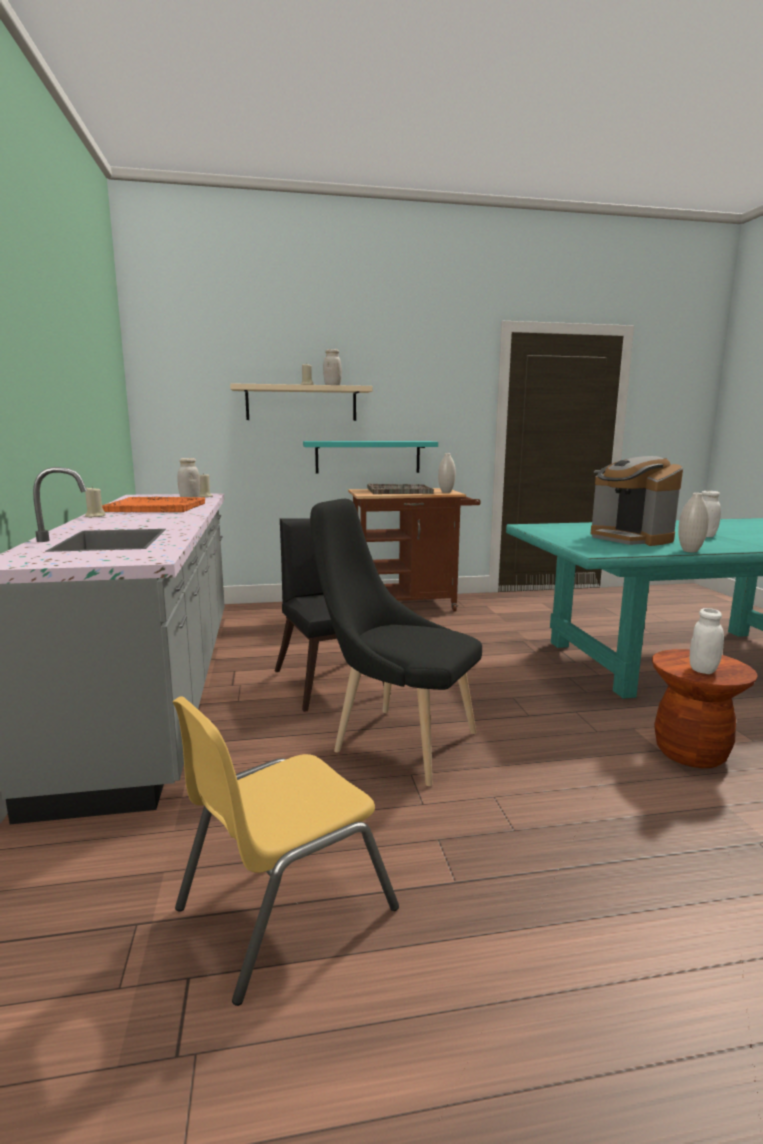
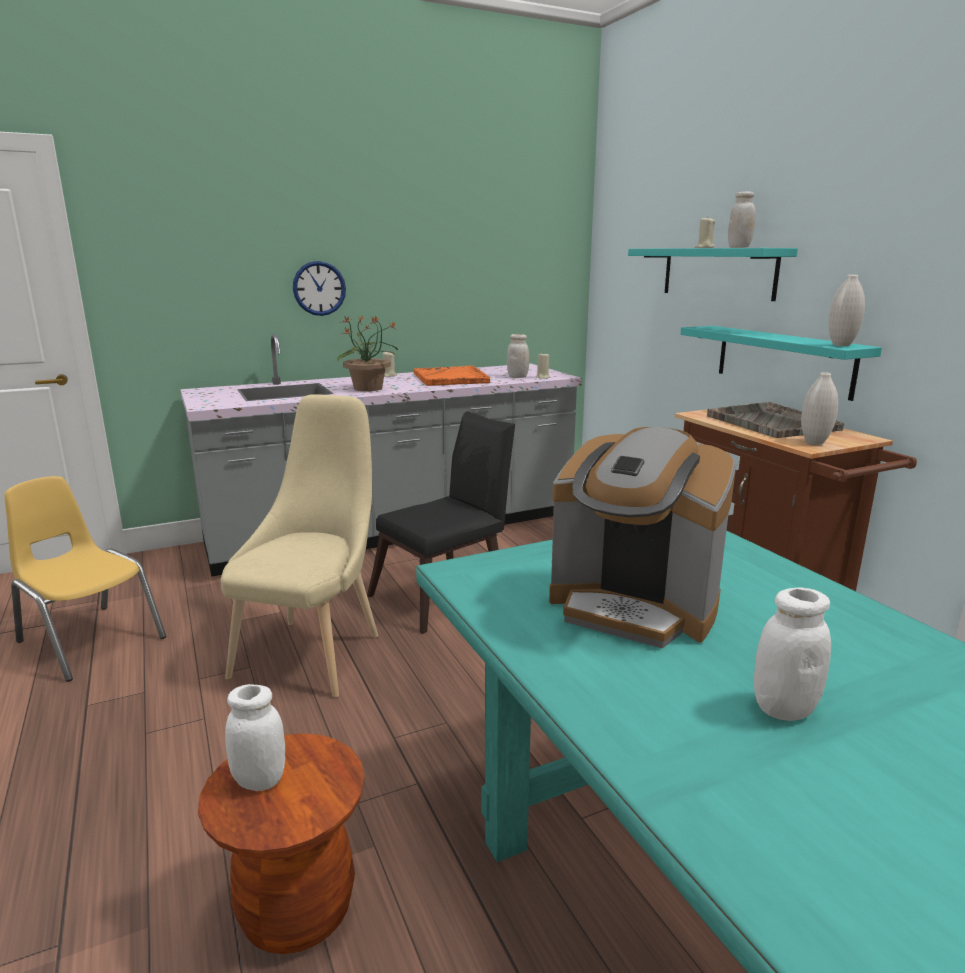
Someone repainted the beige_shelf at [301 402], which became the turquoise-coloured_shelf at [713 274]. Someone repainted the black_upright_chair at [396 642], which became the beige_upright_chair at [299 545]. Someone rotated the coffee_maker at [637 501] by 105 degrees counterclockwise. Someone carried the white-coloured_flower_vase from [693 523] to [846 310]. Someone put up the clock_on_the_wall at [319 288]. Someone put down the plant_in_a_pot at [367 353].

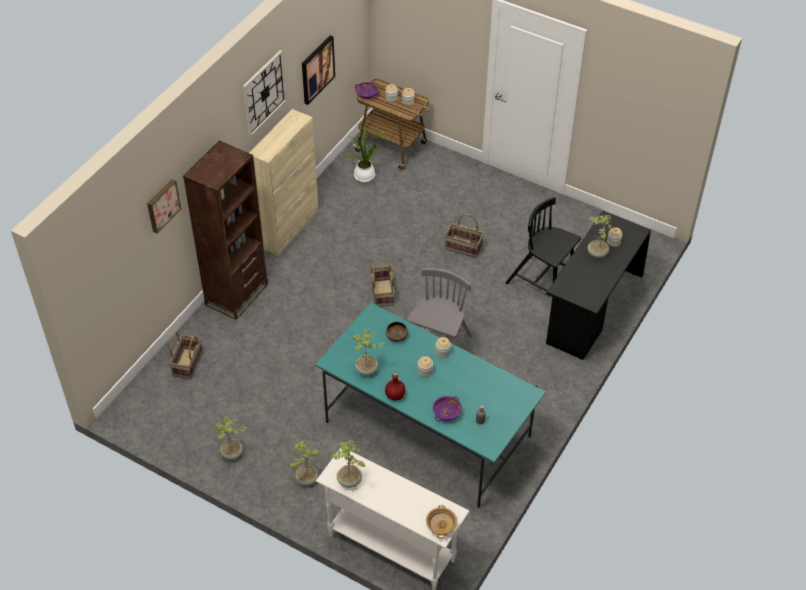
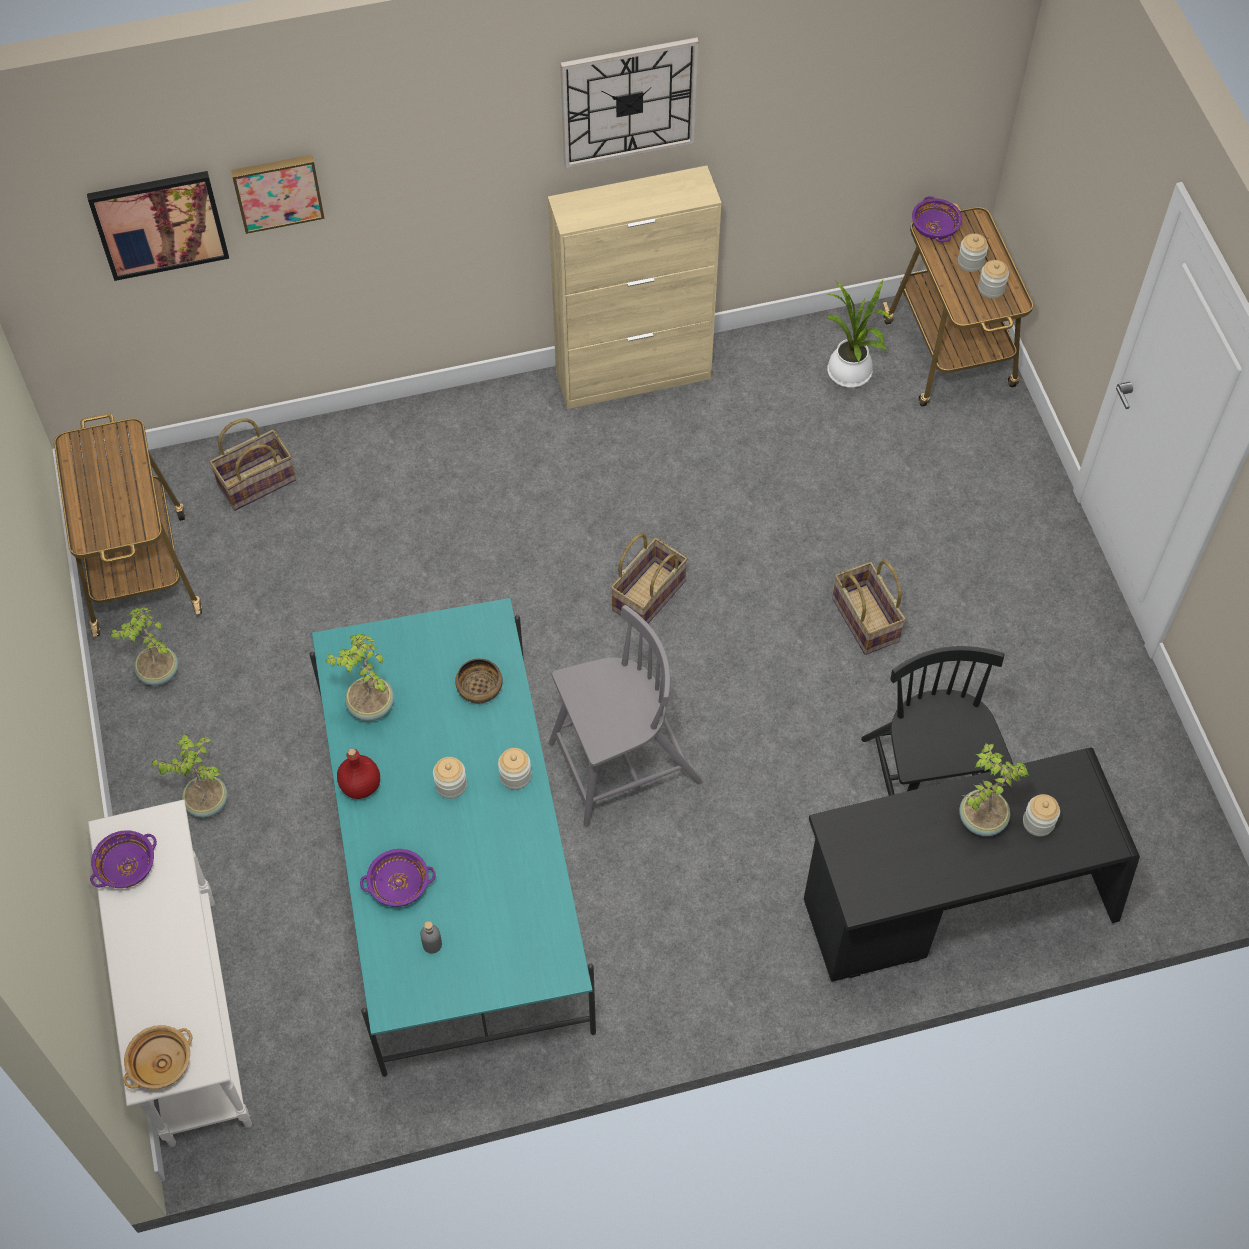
Someone took away the brown_bookshelf at [225 230]. Someone carried the wall_art from [318 70] to [158 226]. Someone swapped the plant_in_a_pot at [348 464] for the purple_deep_dish at [123 859]. Someone put down the wheeled_cart at [128 525].

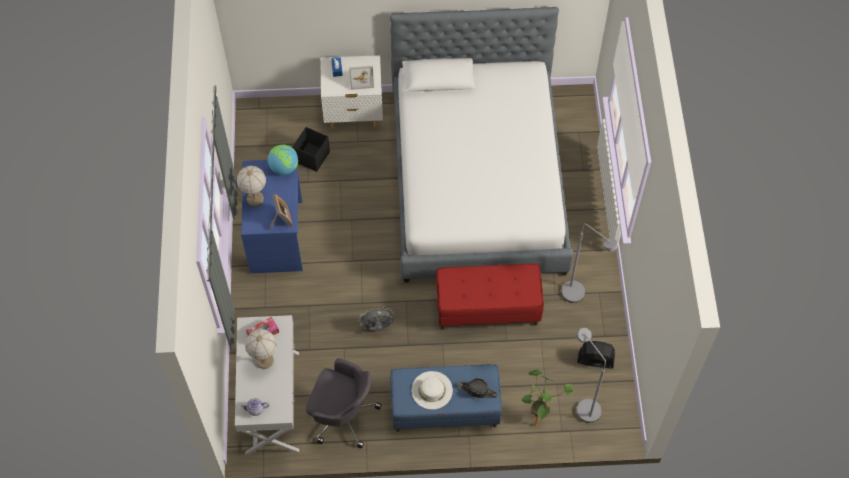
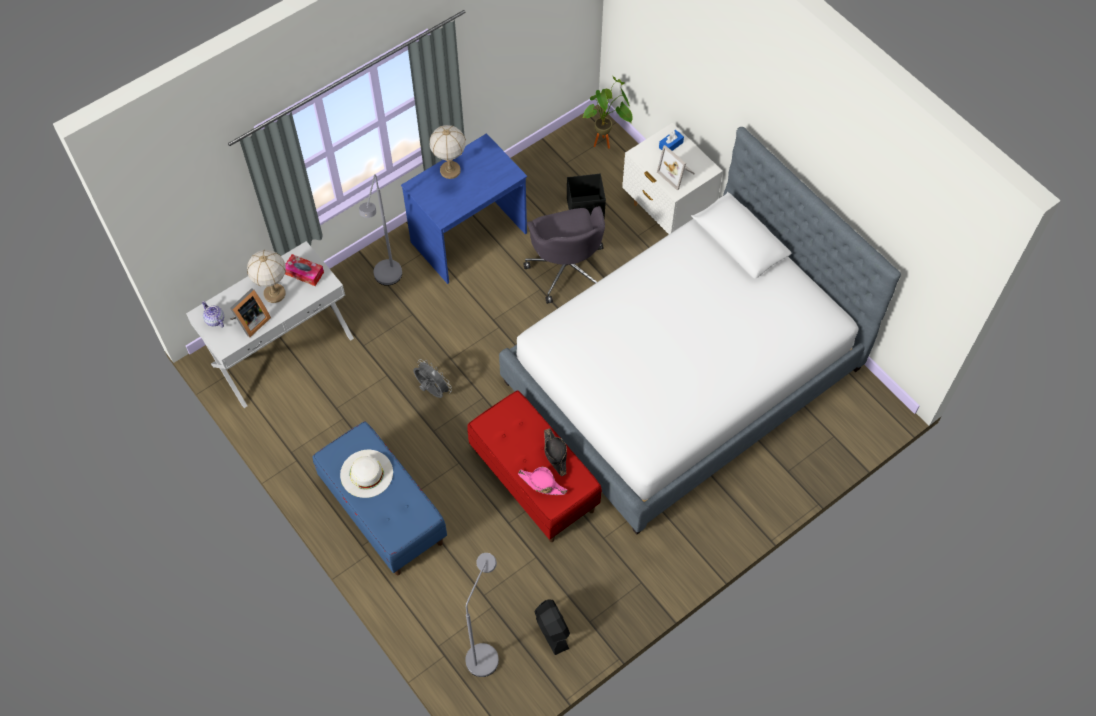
Someone took away the world_globe at [283 160]. Someone carried the photo_frame from [281 211] to [250 312]. Someone carried the gray_computer_chair from [344 403] to [564 255]. Someone carried the black_hat from [478 388] to [555 452]. Someone carried the plant_in_a_pot from [547 398] to [607 112]. Someone carried the gray_standing_lamp from [589 263] to [380 230]. Someone put down the pink_hat at [542 481].

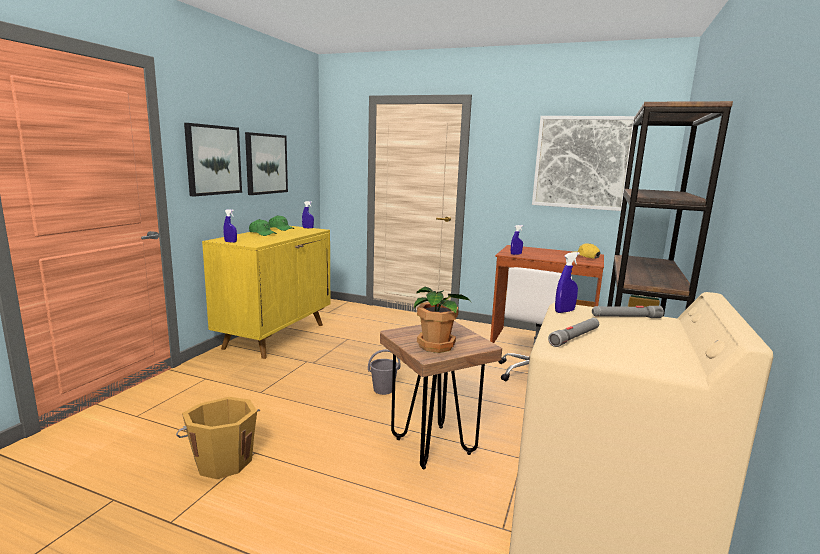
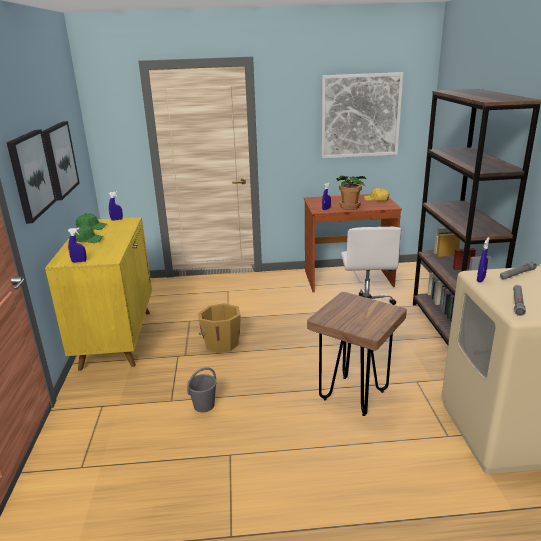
Someone carried the orange-coloured_pail from [218 438] to [219 328]. Someone carried the gray_pail from [384 372] to [202 389]. Someone carried the plant_in_a_pot from [442 320] to [352 193].

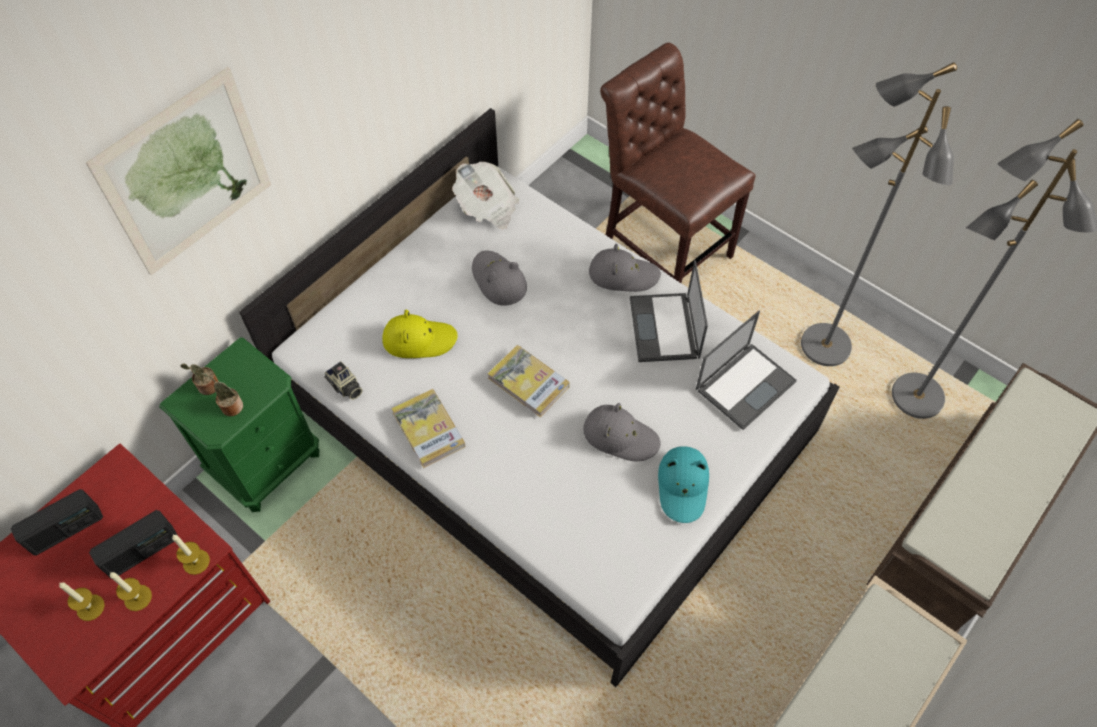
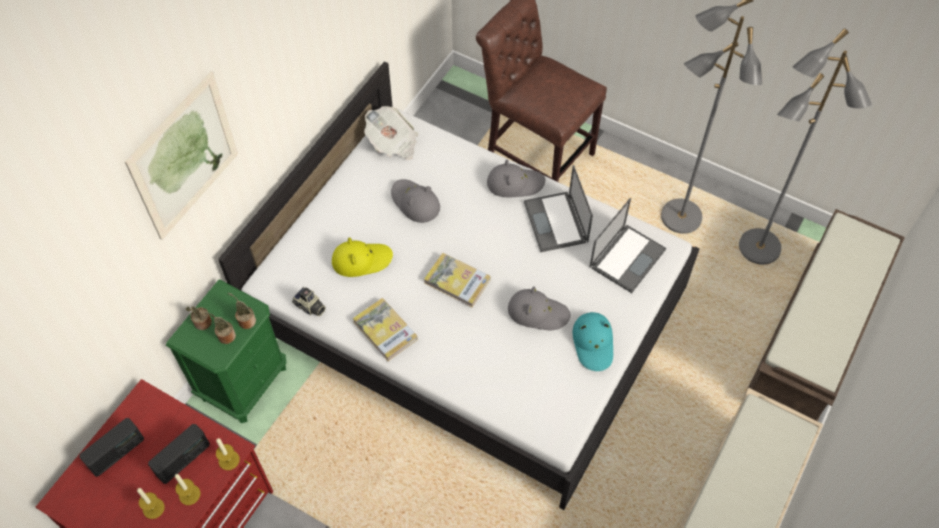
Someone put down the plant_in_a_pot at [242 311].

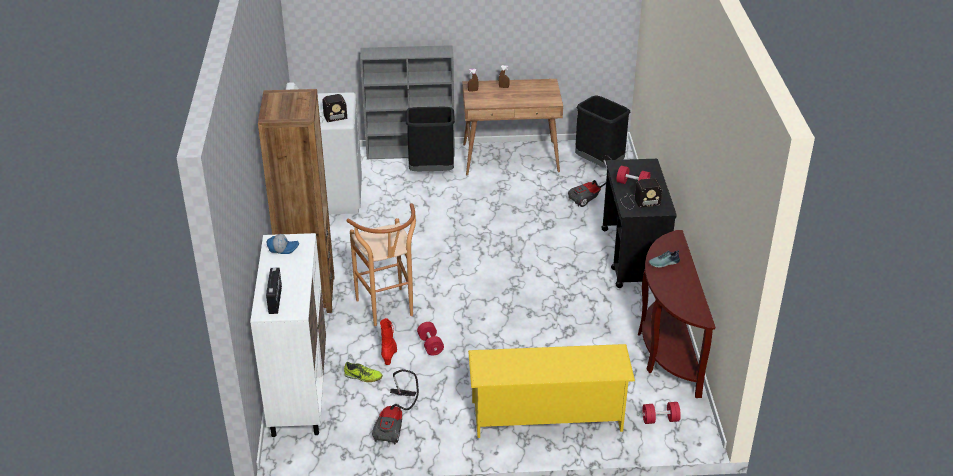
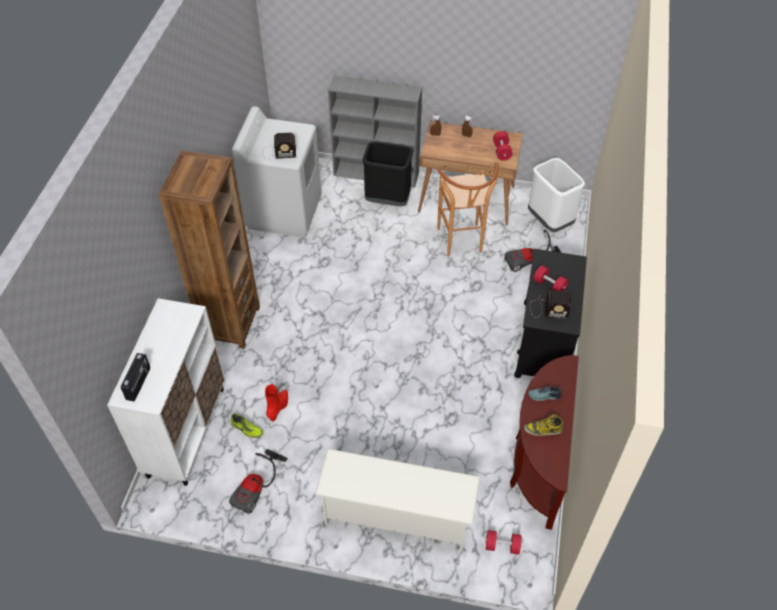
Someone took away the baseball_cap at [282 244]. Someone carried the brown_sitting_stool from [381 264] to [467 209]. Someone carried the red_free_weight from [430 339] to [502 146]. Someone repainted the yellow-coloured_shoe_shelf at [551 391], which became the white-coloured_shoe_shelf at [397 500]. Someone repainted the black_rubbish_bin at [602 131], which became the white-coloured_rubbish_bin at [556 195]. Someone put down the boot at [543 425].

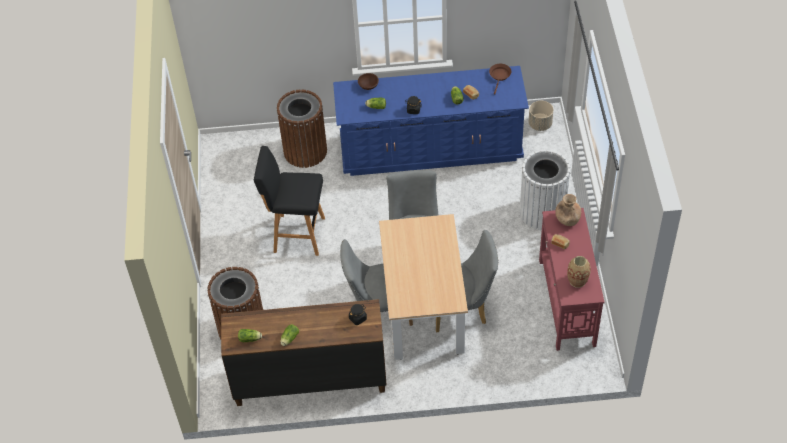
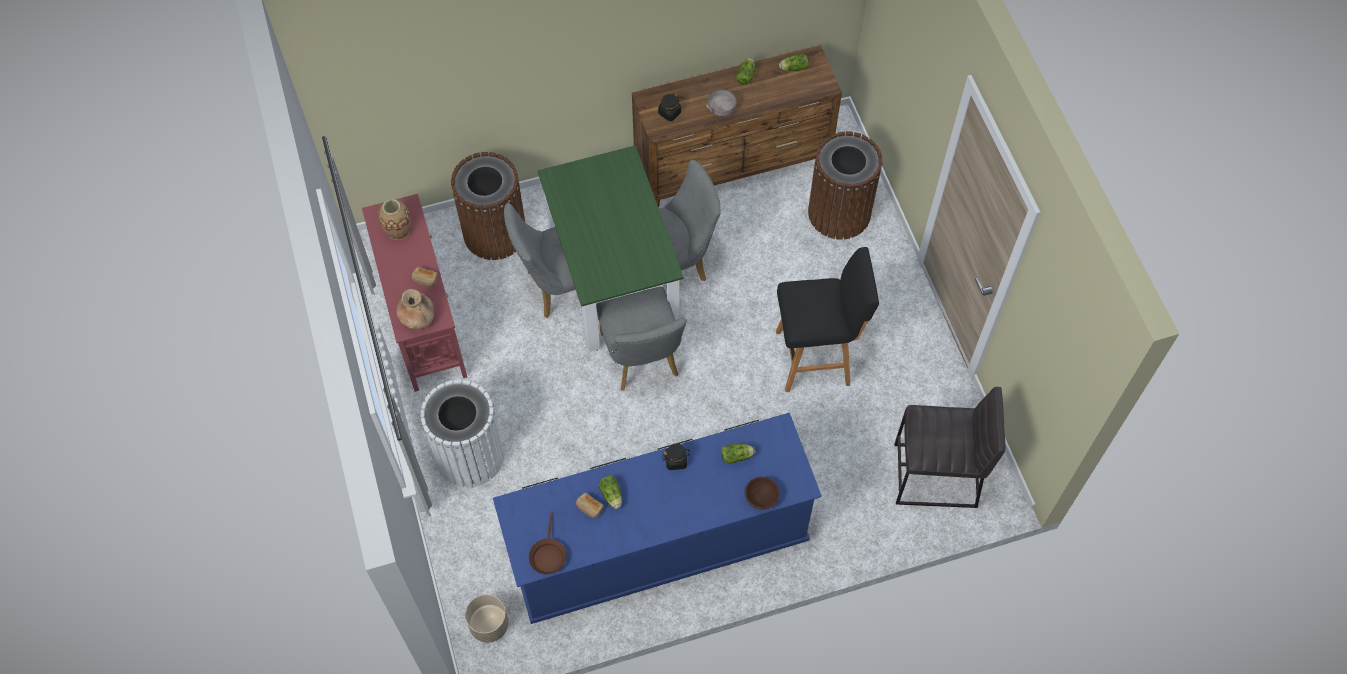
Someone carried the brown_rubbish_bin from [302 129] to [488 206]. Someone repainted the beige_dining_table at [423 287], which became the green-coloured_dining_table at [611 248]. Someone put down the gray_deep_dish at [721 103]. Someone put down the gray_sitting_stool at [949 447].

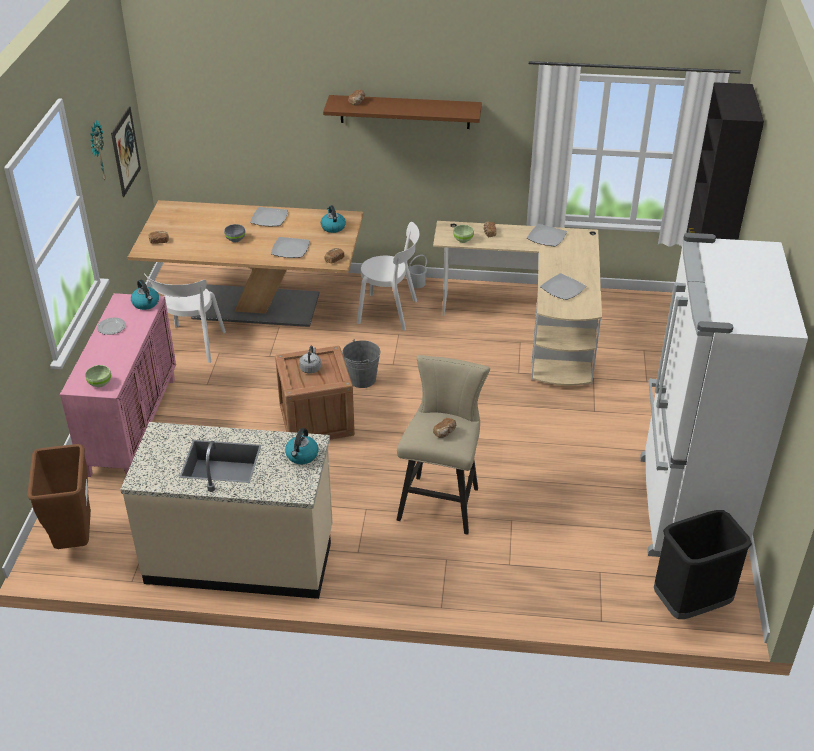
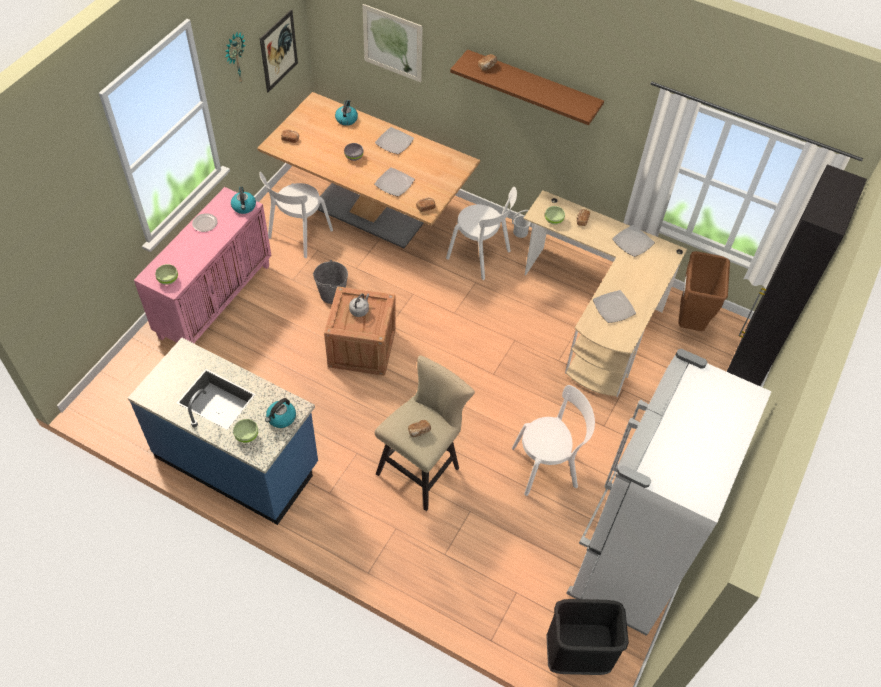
Someone carried the brown_rubbish_bin from [59 496] to [704 291]. Someone repainted the beige_kitchen_base_unit at [226 510], which became the blue-coloured_kitchen_base_unit at [223 431]. Someone carried the tea_kettle from [333 219] to [346 113]. Someone carried the gray_pail from [361 364] to [330 282]. Someone put down the green-coloured_deep_dish at [245 431]. Someone put up the wall_art at [392 43]. Someone put down the white-coloured_upright_chair at [553 440].

